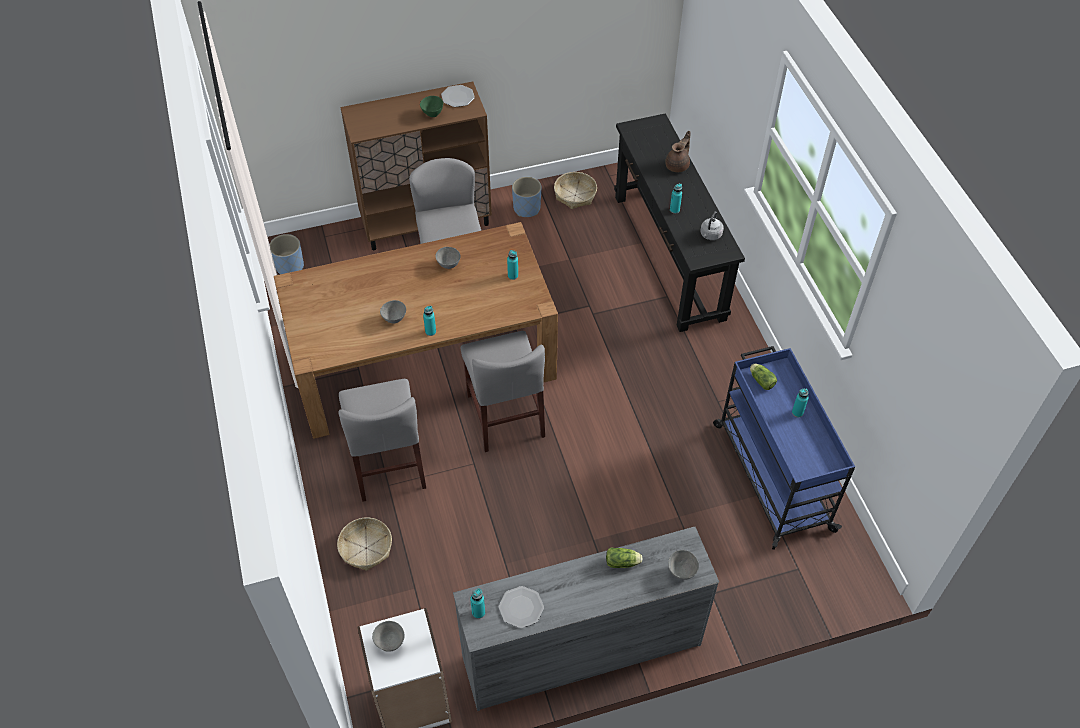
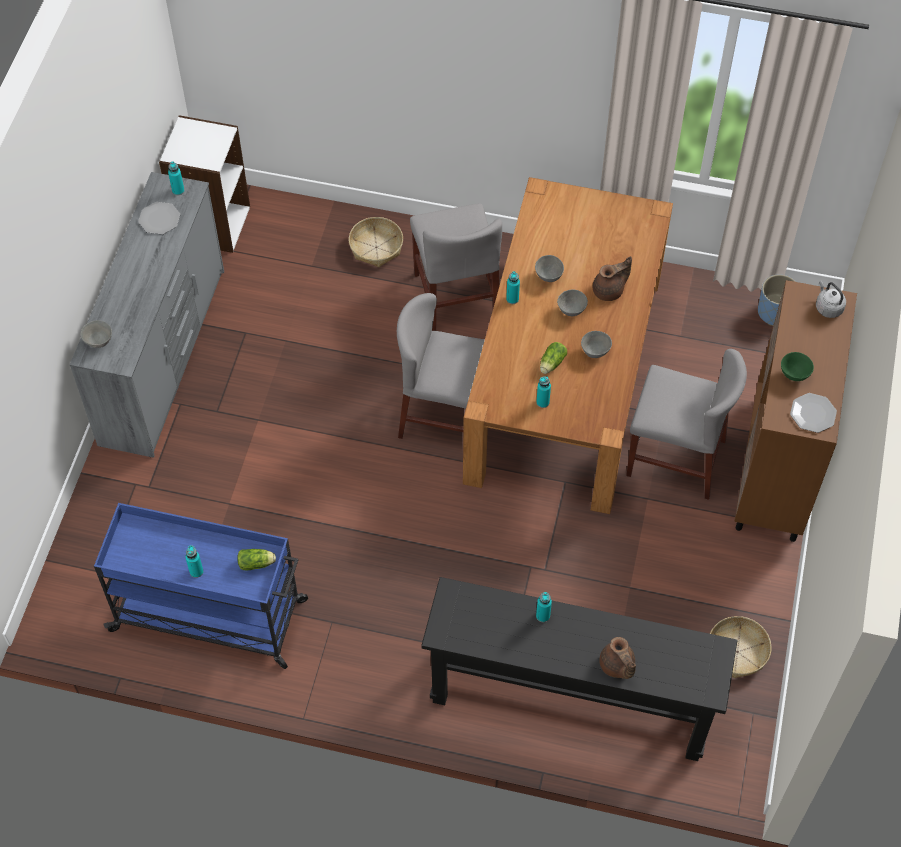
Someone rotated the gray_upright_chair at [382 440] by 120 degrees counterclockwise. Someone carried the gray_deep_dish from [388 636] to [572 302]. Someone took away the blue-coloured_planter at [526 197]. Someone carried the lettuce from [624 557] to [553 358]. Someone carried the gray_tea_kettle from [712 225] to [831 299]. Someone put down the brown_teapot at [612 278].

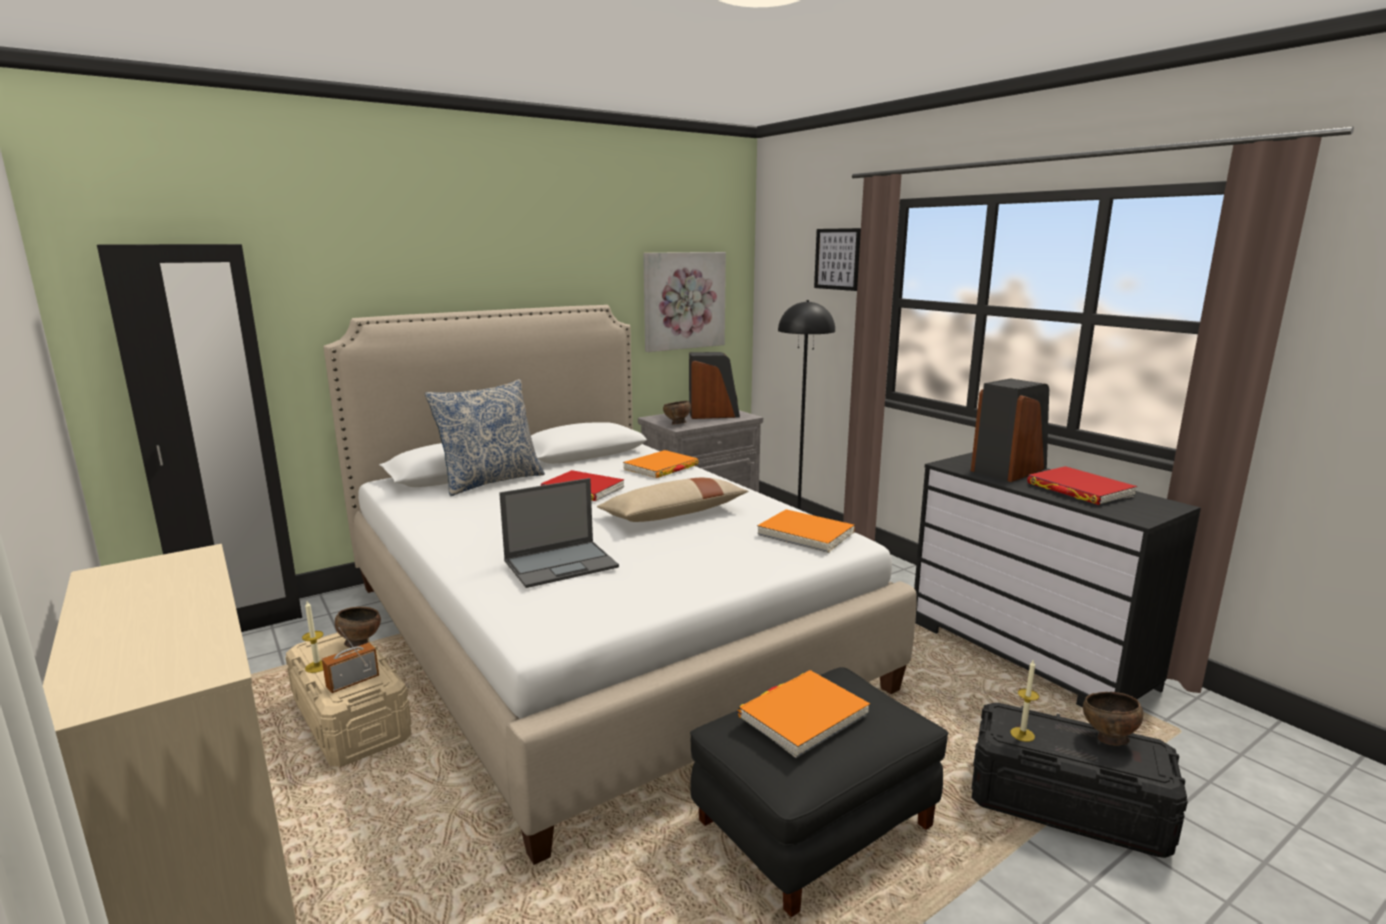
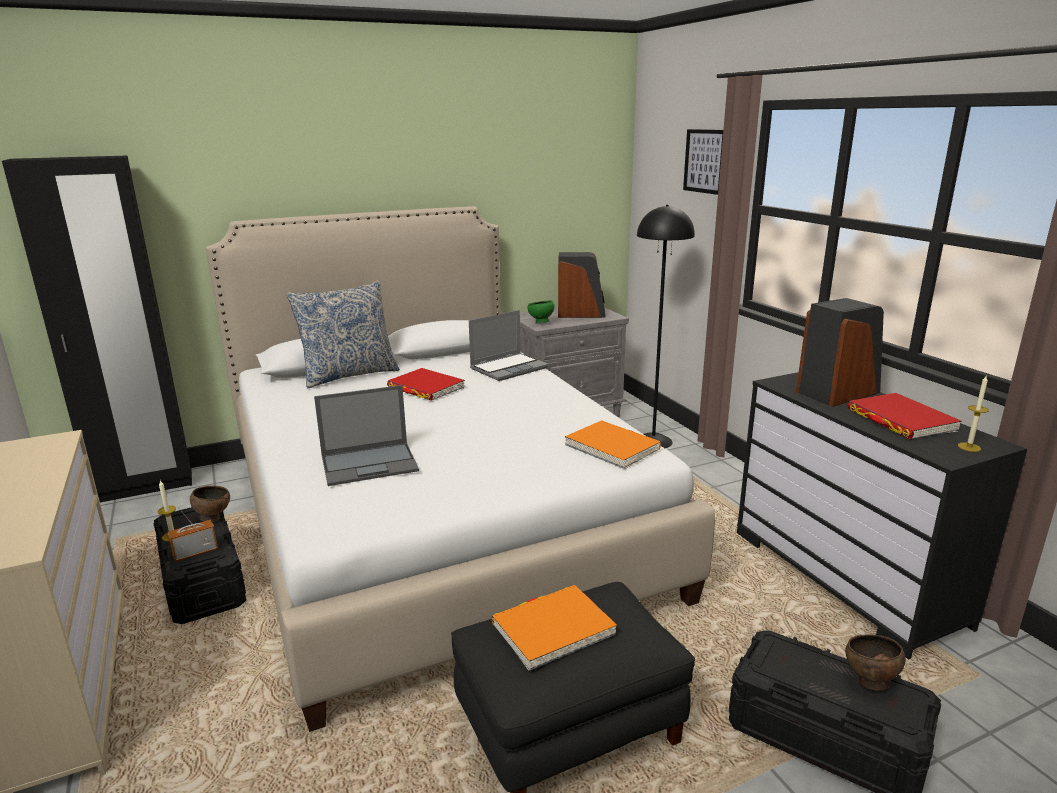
Someone repainted the beige_storage_bin at [348 699], which became the black_storage_bin at [200 565]. Someone took away the beige_pillow at [672 500]. Someone swapped the orange-coloured_bound_book at [661 464] for the notebook_computer at [508 345]. Someone took away the wall_art at [684 302]. Someone repainted the brown_deep_dish at [677 413], which became the green-coloured_deep_dish at [541 311]. Someone carried the candle from [1025 700] to [973 414].

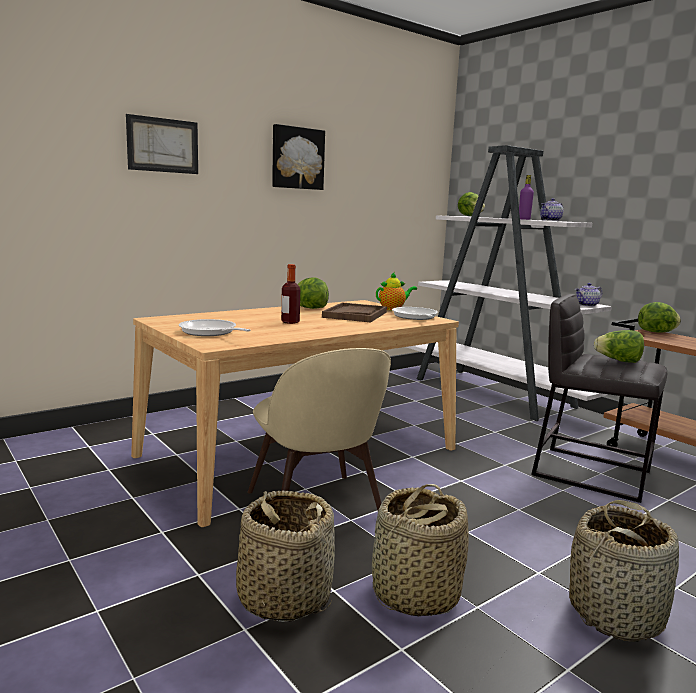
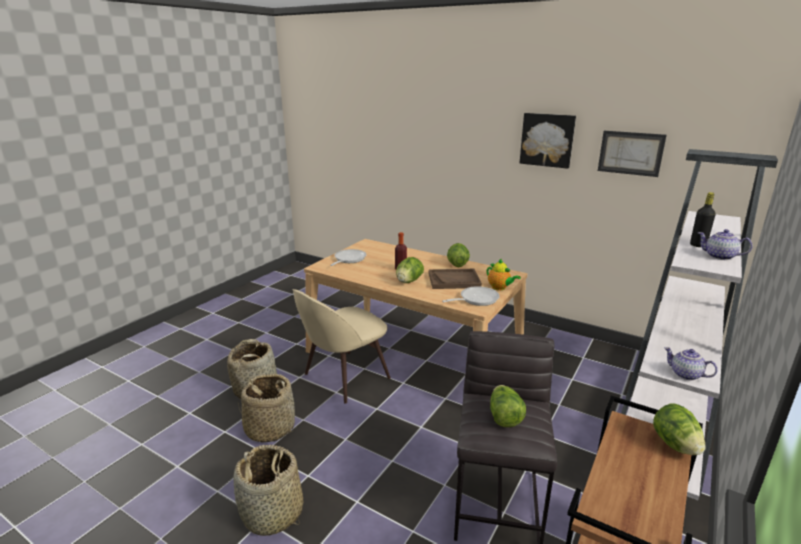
Someone carried the wall_art from [162 144] to [632 154]. Someone carried the lettuce from [471 204] to [410 270]. Someone repainted the purple_beverage_bottle at [526 197], which became the black_beverage_bottle at [703 219].

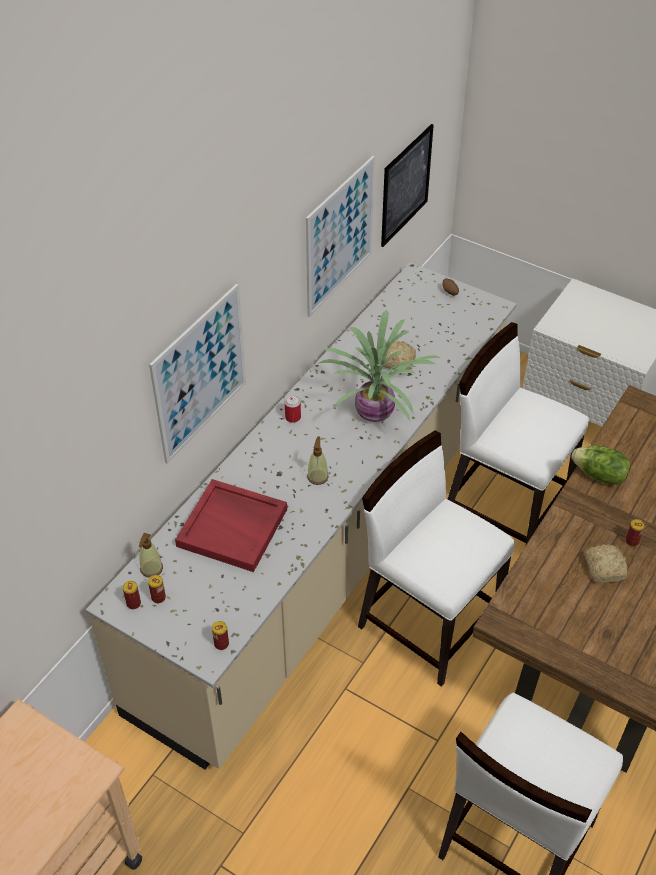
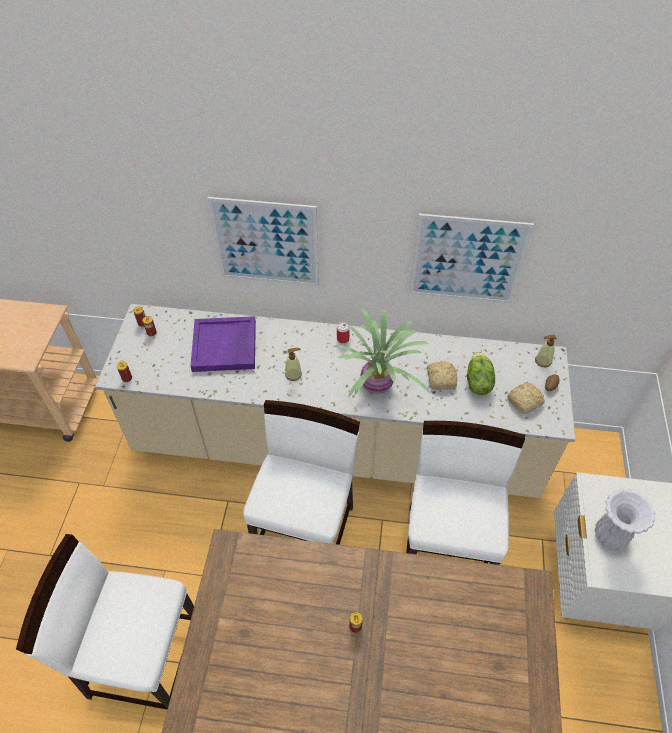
Someone carried the soap_bottle from [151 555] to [546 351]. Someone repainted the red_carrying_tray at [231 525], which became the purple_carrying_tray at [223 344]. Someone took away the wall_art at [407 185]. Someone carried the lettuce from [600 465] to [481 373]. Someone carried the baked_bread from [605 563] to [526 398]. Someone put down the white-coloured_flower_vase at [625 519].

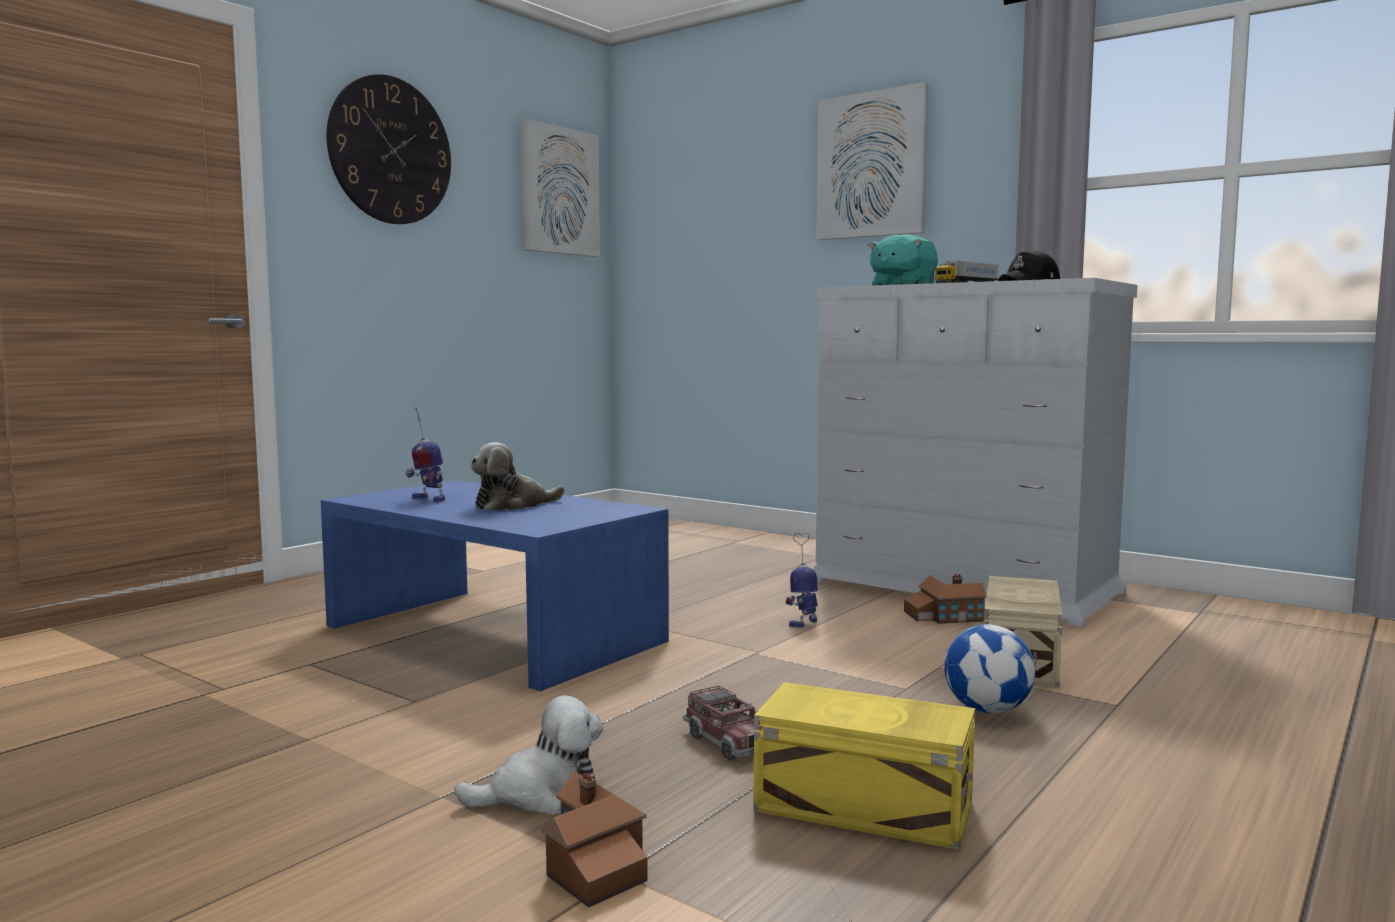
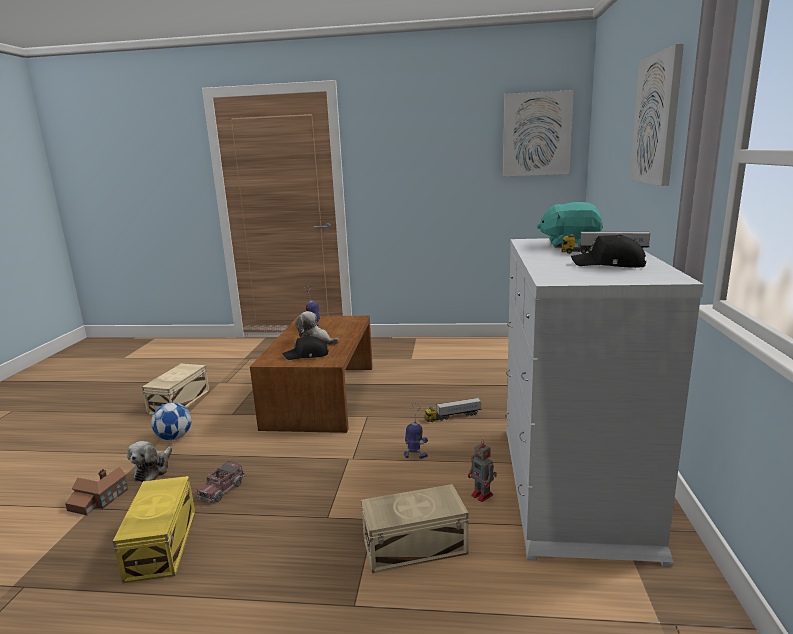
Someone repainted the blue-coloured_coffee_table at [495 585], which became the brown_coffee_table at [311 374]. Someone took away the clock_on_the_wall at [389 149]. Someone rotated the plush_toy at [529 755] by 60 degrees clockwise. Someone swapped the miniature_house at [945 599] for the model_robot at [482 470]. Someone carried the football from [990 669] to [171 421]. Someone put down the beige_storage_bin at [176 389]. Someone put down the black_baseball_cap at [305 348]. Someone put down the toy_lorry at [453 410].

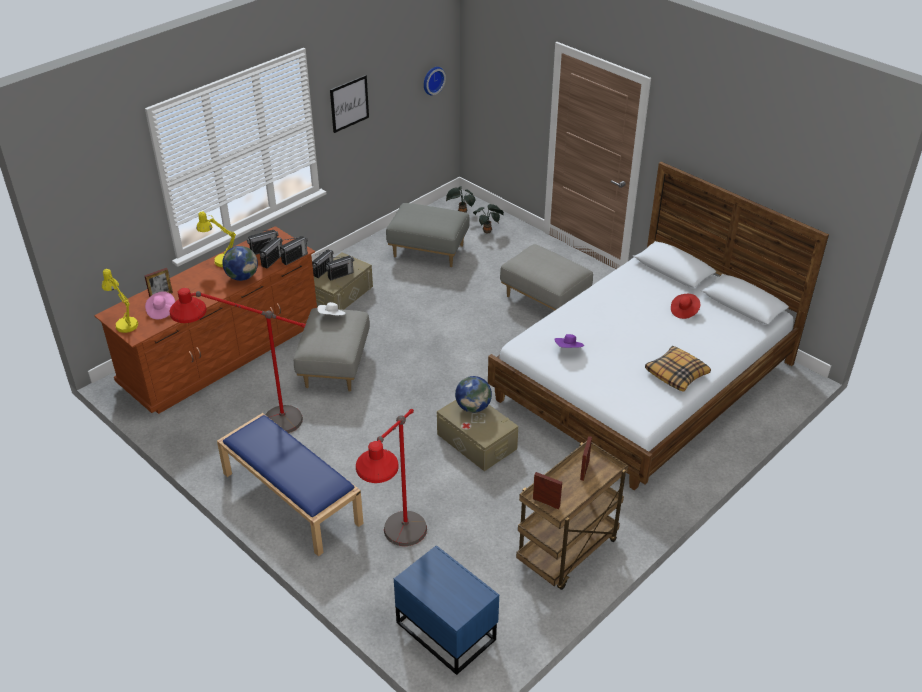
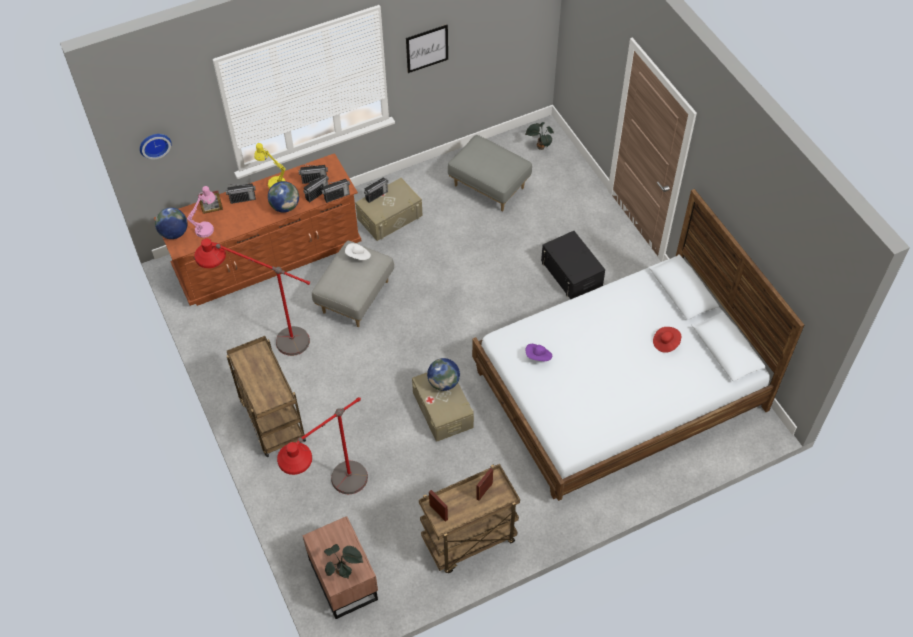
Someone swapped the yellow-coloured_lamp_for_a_table at [120 301] for the world_globe at [171 223]. Someone swapped the pink_hat at [160 305] for the pink_lamp_for_a_table at [201 212]. Someone swapped the blue-coloured_long_seat at [290 484] for the brown_wheeled_cart at [266 396]. Someone carried the radio_set from [340 268] to [241 194]. Someone repainted the blue-coloured_nightstand at [446 610], which became the brown_nightstand at [340 567]. Someone carried the clock_on_the_wall from [435 81] to [156 146]. Someone carried the plant_in_a_pot from [488 218] to [343 561]. Someone swapped the gray_pouffe at [546 277] for the black_storage_bin at [573 265]. Someone took away the pillow at [678 369].

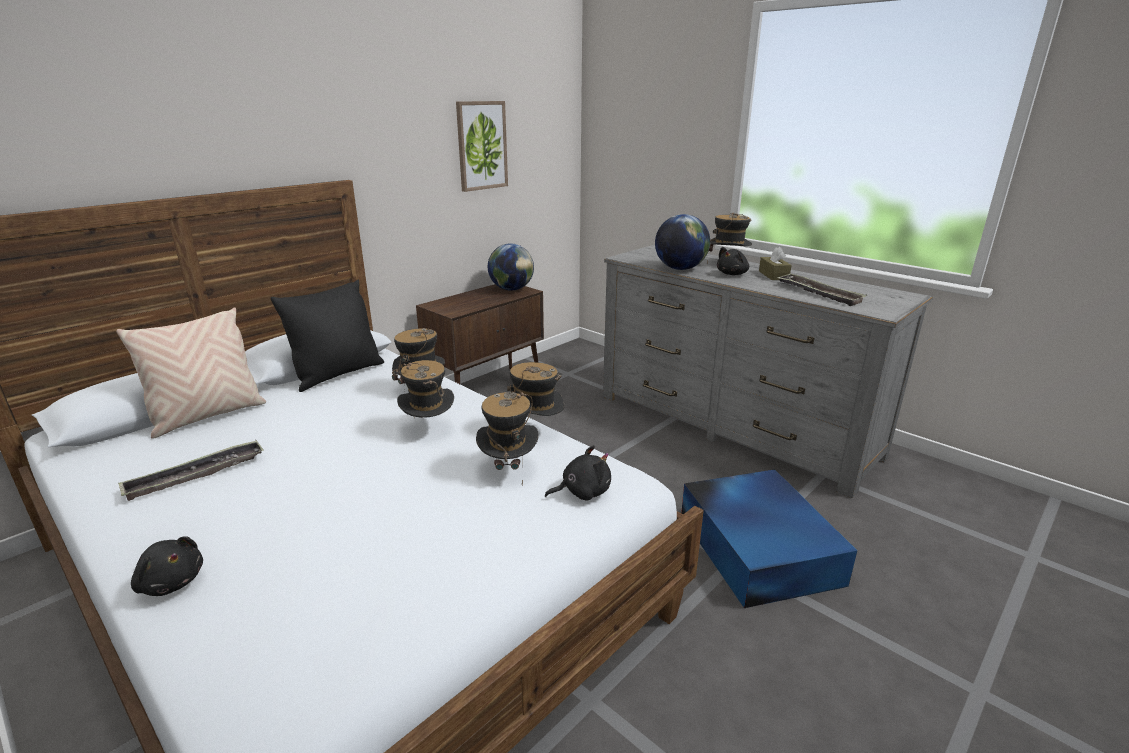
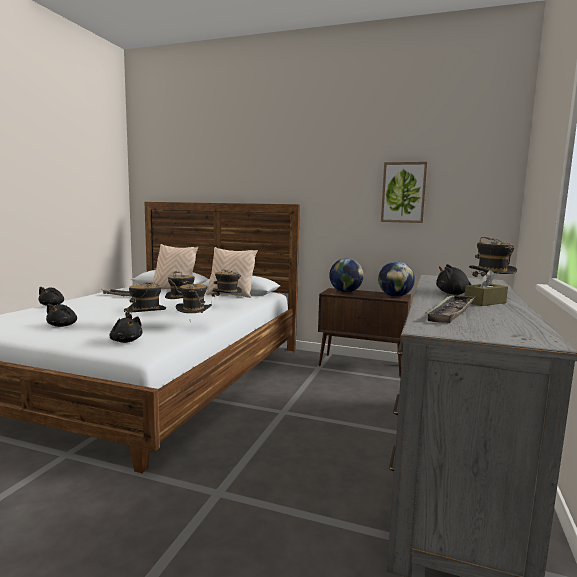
Someone repainted the black_pillow at [327 336], which became the beige_pillow at [232 272]. Someone carried the world_globe from [682 242] to [346 275]. Someone took away the blue-coloured_storage_bin at [769 539]. Someone put down the black_plush_toy at [61 315].

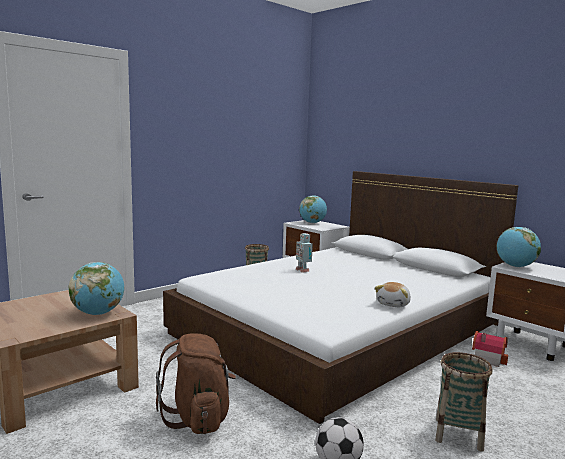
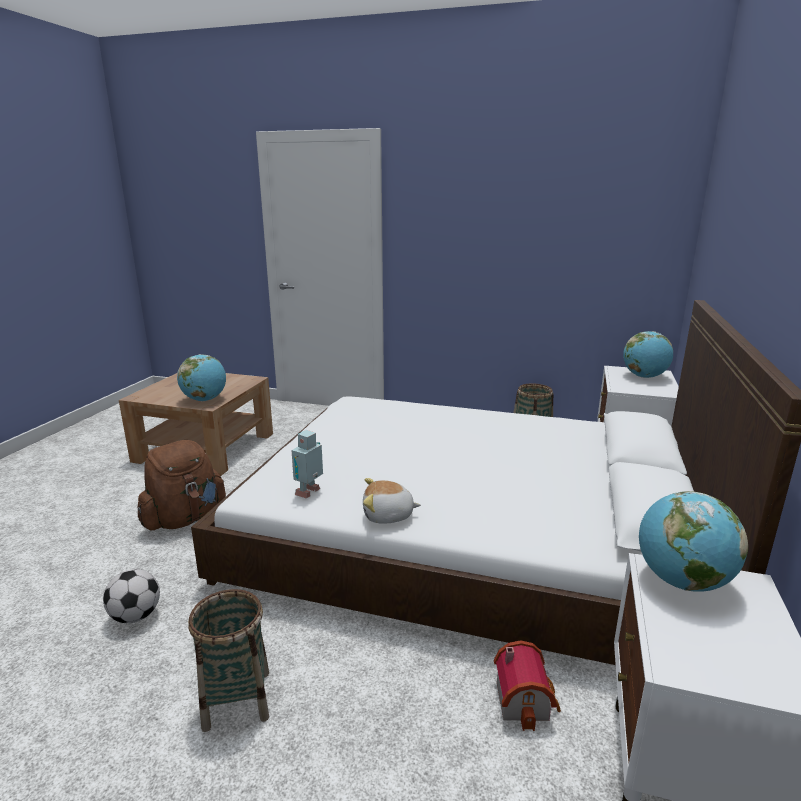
Someone carried the model_robot from [304 253] to [307 464].

